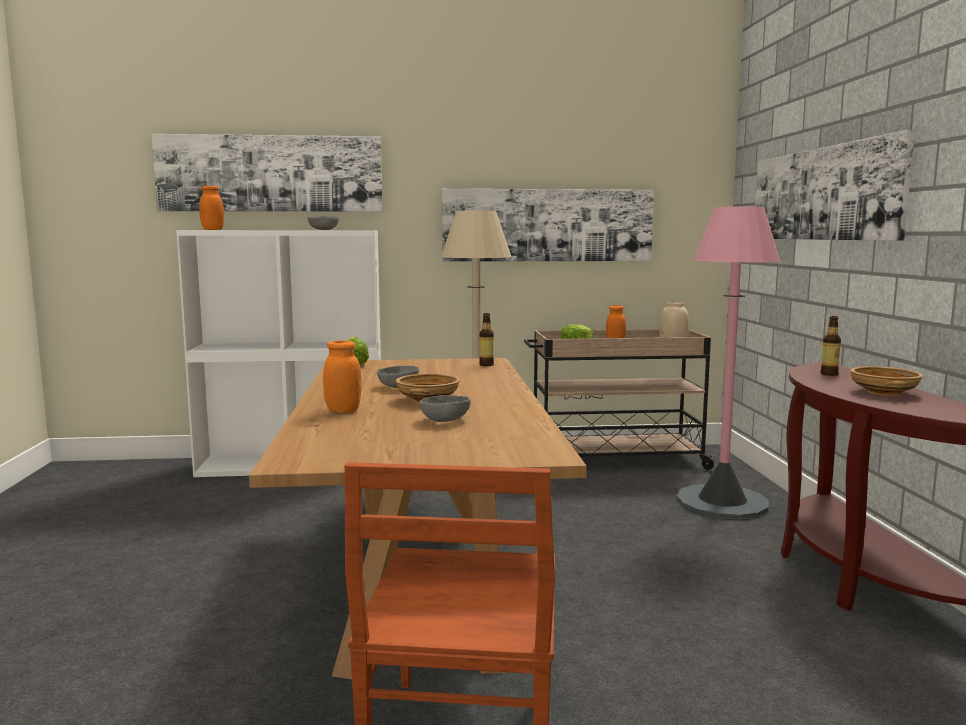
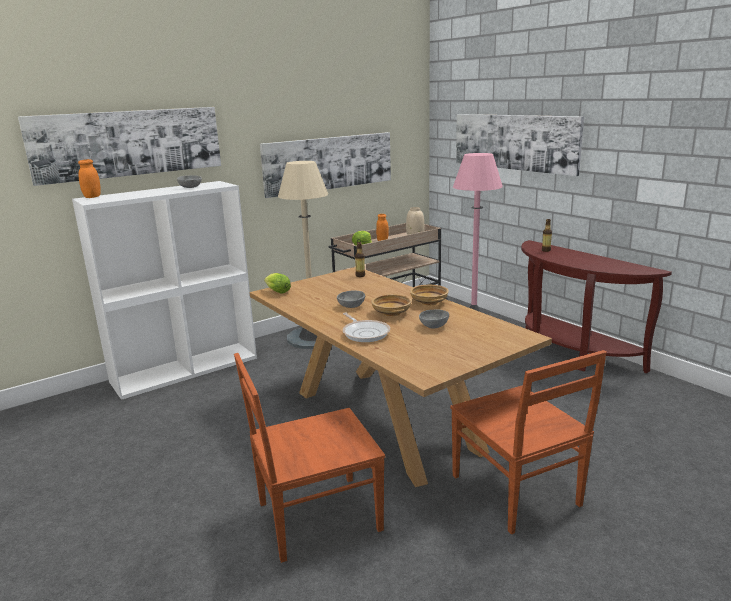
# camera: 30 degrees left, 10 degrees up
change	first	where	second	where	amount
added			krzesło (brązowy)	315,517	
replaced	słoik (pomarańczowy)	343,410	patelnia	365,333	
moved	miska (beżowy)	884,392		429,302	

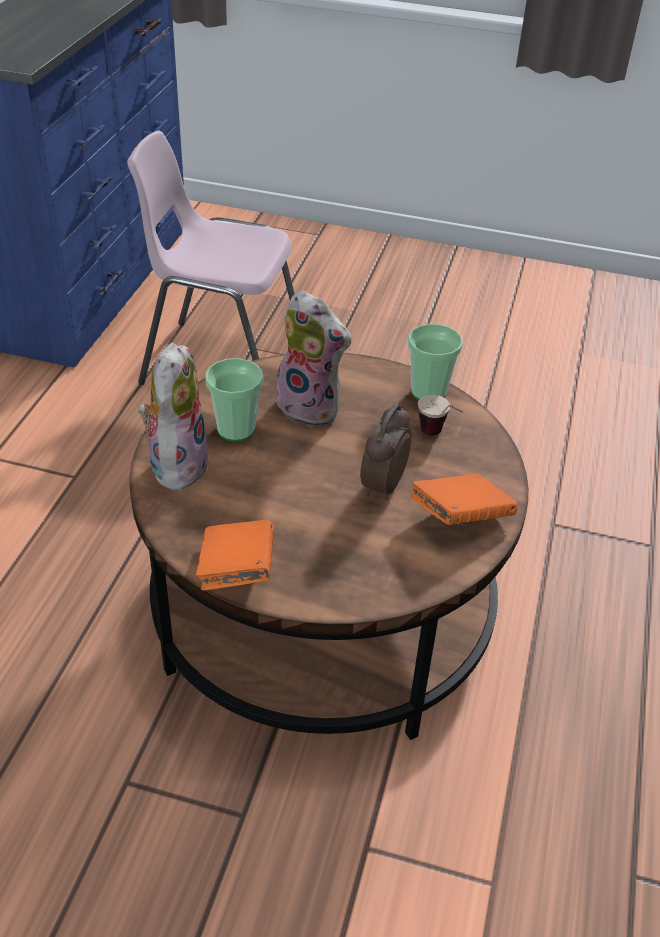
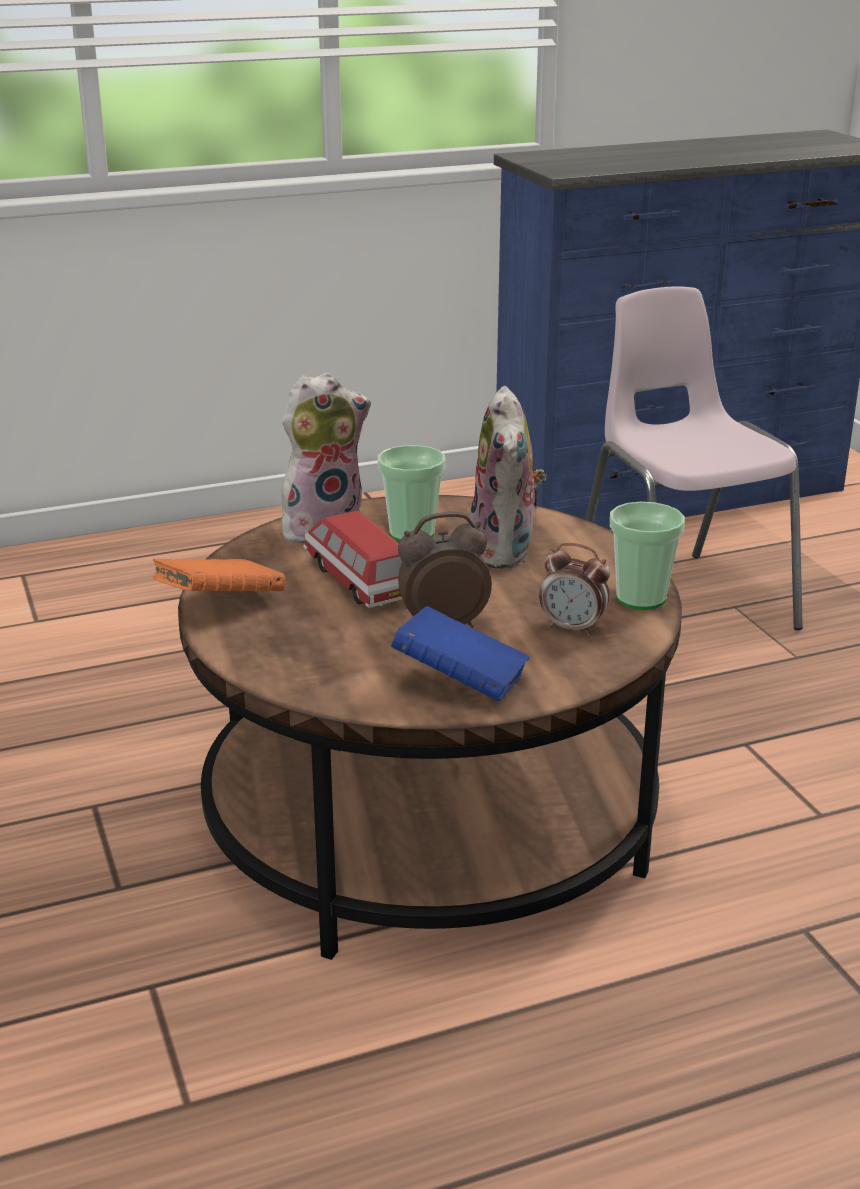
# camera: 55 degrees right, 15 degrees down
change	first	where	second	where	amount
added			samochodzik	361,581	
recoloured	książka (pomarańczowy)	460,517	książka (niebieski)	460,682	
replaced	filiżanka	438,437	budzik	573,628	

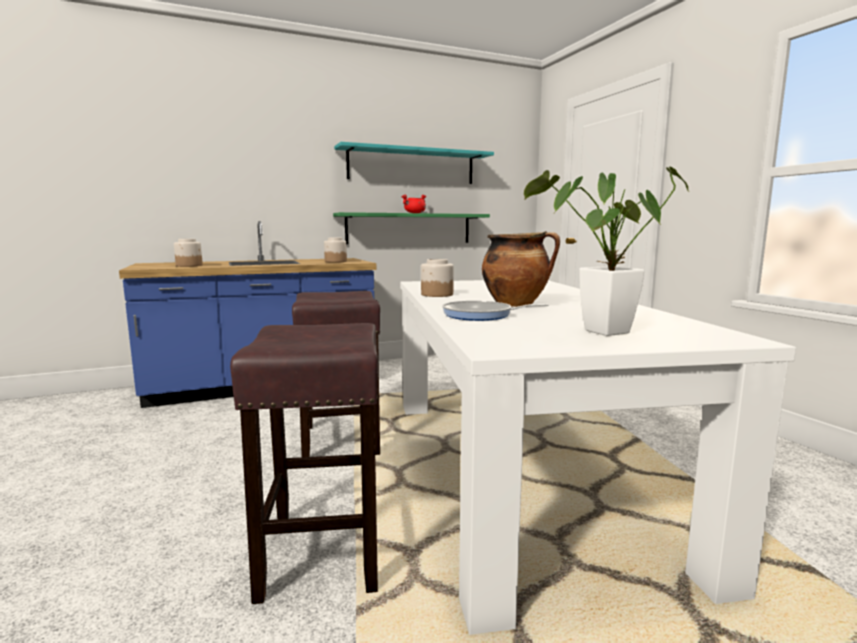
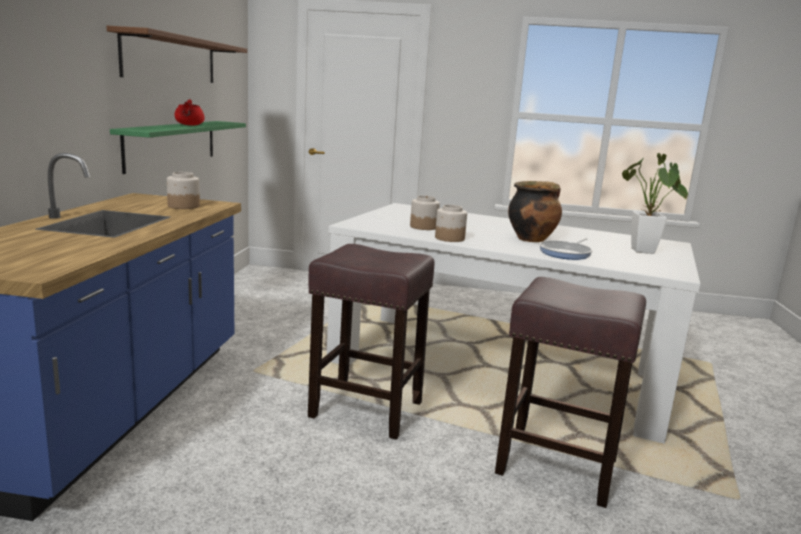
# camera: 60 degrees left, 5 degrees up
change	first	where	second	where	amount
recoloured	półka (turkusowy)	412,166	półka (brązowy)	171,59	
moved	słoik	189,265		423,227	

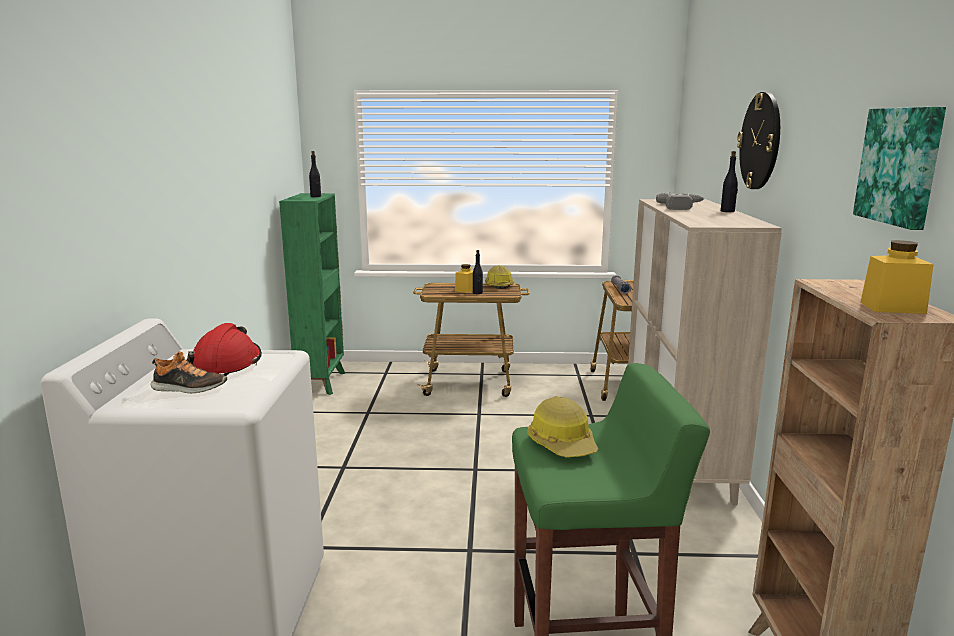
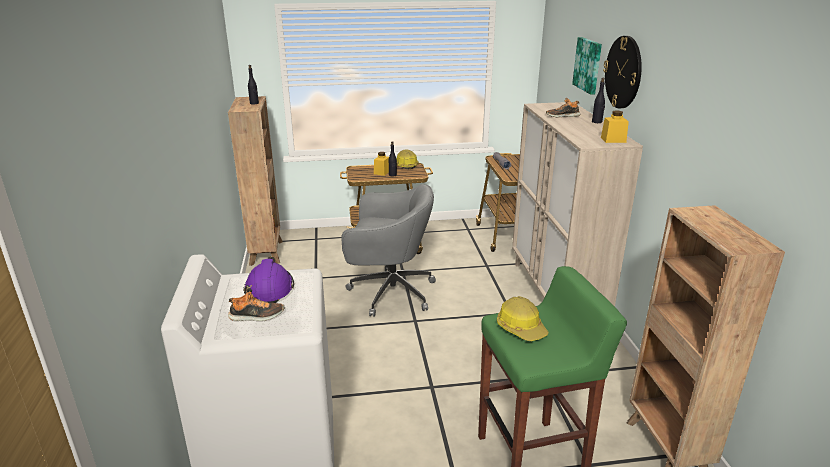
# camera: 10 degrees left, 10 degrees up
change	first	where	second	where	amount
recoloured	regał (zielony)	321,382	regał (brązowy)	266,252	
recoloured	kask (czerwony)	227,365	kask (fioletowy)	269,289	
added			krzesło biurowe (szary)	389,292	
replaced	wiertarka	683,207	but	562,116	
moved	obraz	901,166		588,65	
moved	słoik (żółty)	892,307		613,140	

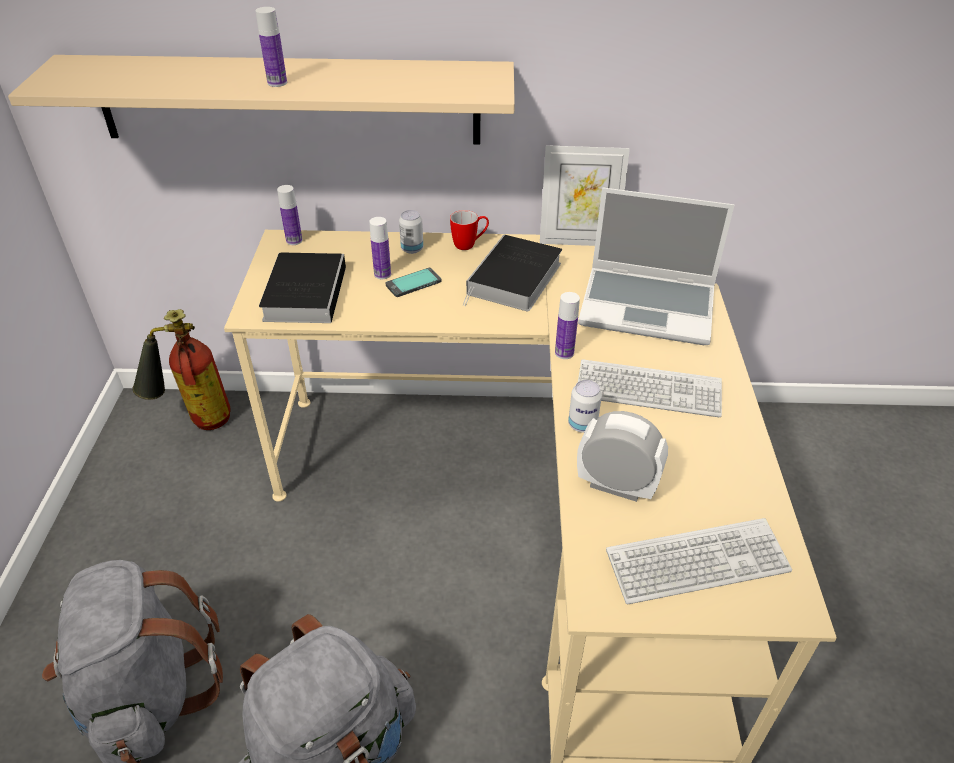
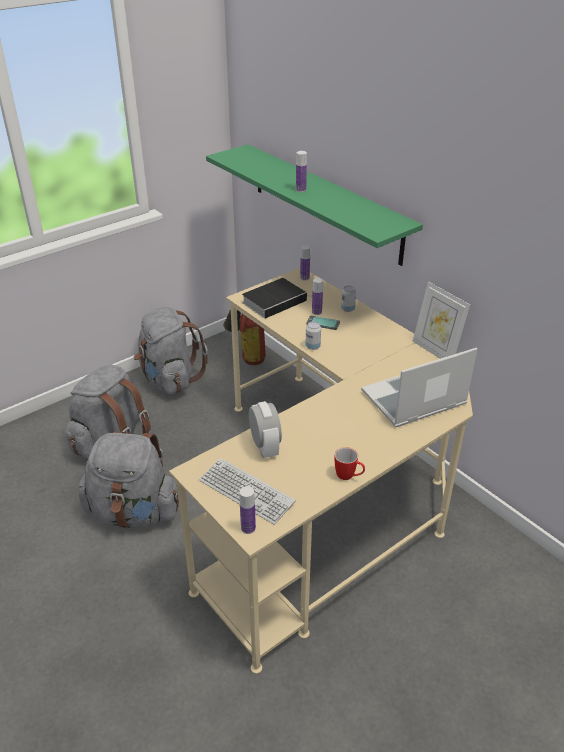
# camera: 50 degrees right, 5 degrees down
change	first	where	second	where	amount
added			plecak (szary)	170,379	
recoloured	półka (beżowy)	289,100	półka (zielony)	325,202	
moved	butelka	564,353		248,528	
moved	puszka	582,425		312,346	
moved	kubek	469,244		349,476	
turned	laptop	649,307		413,400	90 degrees clockwise
removed	książka	514,280			
removed	klawiatura	648,390			

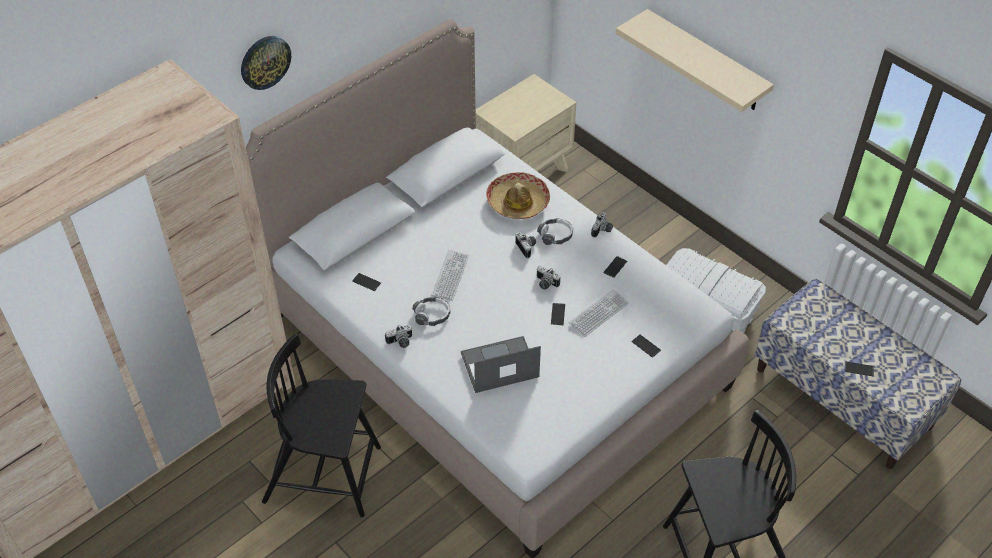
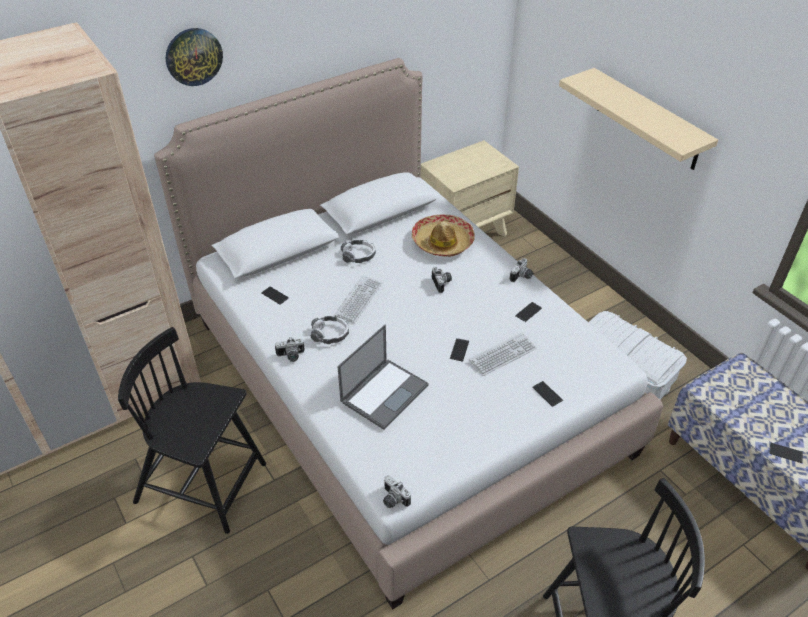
# camera: 10 degrees right, 5 degrees down
change	first	where	second	where	amount
turned	laptop	498,365		385,392	135 degrees clockwise
moved	słuchawki	555,235		358,255	
moved	aparat fotograficzny	545,284		392,499	

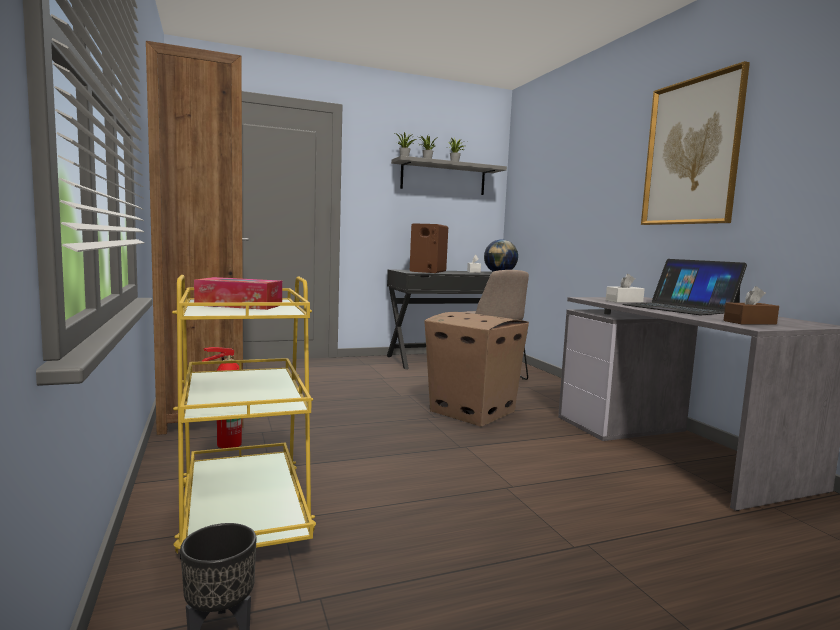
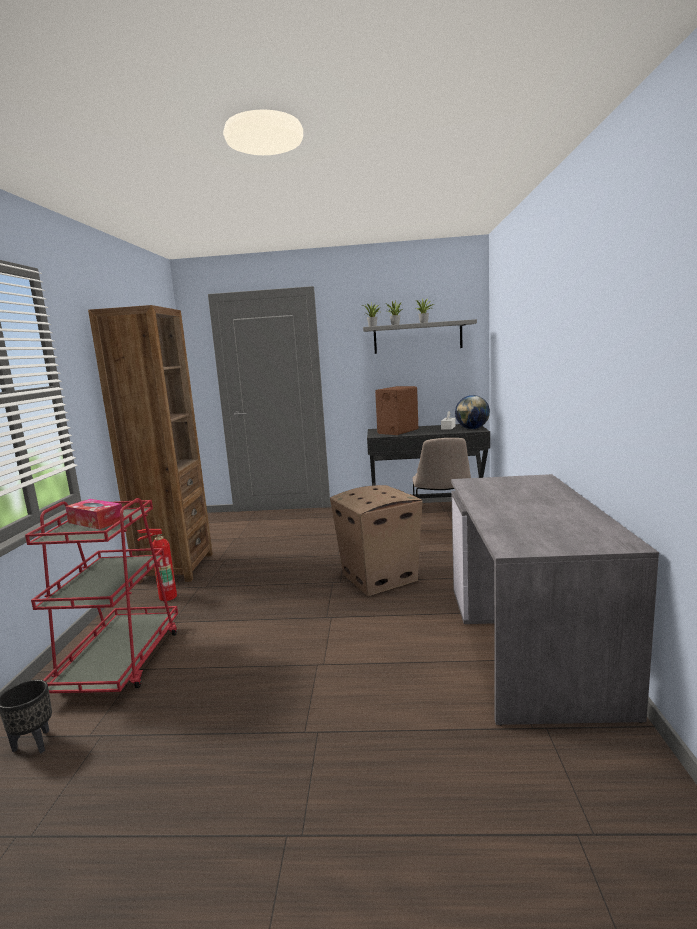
# camera: 25 degrees right, 5 degrees up
change	first	where	second	where	amount
recoloured	wózek (żółty)	244,516	wózek (czerwony)	120,662	
removed	pudełko chusteczek (biały)	624,301			
removed	laptop	680,308			
removed	obraz	691,152			
removed	pudełko chusteczek (brązowy)	749,322			

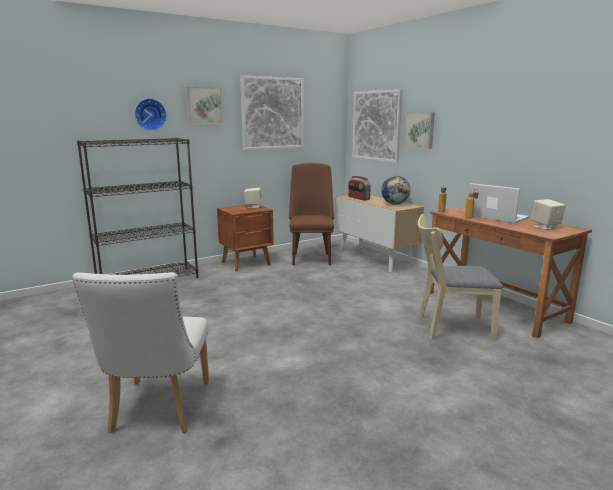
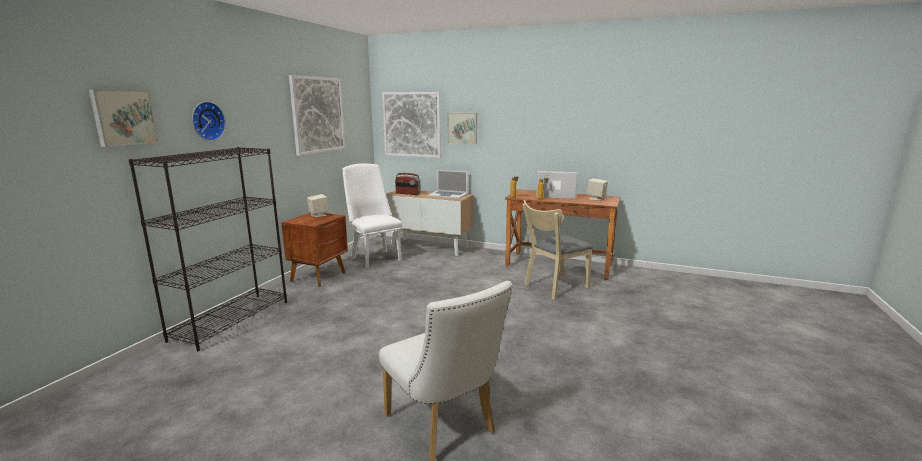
# camera: 35 degrees left, 0 degrees up
change	first	where	second	where	amount
moved	obraz	204,105		123,117	
recoloured	krzesło (brązowy)	311,258	krzesło (biały)	374,258	
replaced	globus	395,204	laptop	448,195	

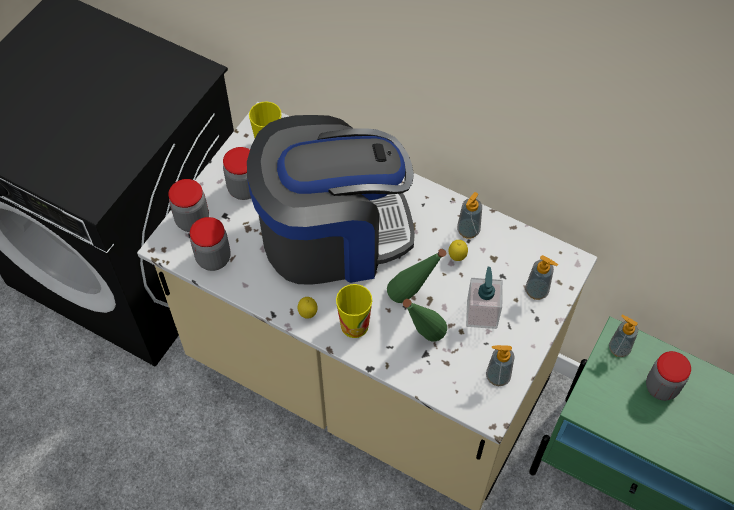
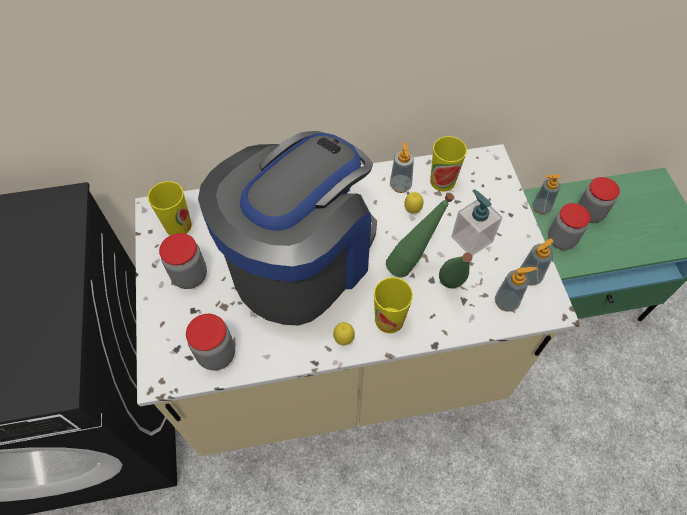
# camera: 40 degrees left, 0 degrees up
change	first	where	second	where	amount
added			filiżanka	442,181	
moved	dozownik mydła	536,291		506,302	
moved	słoik	192,220		561,239	

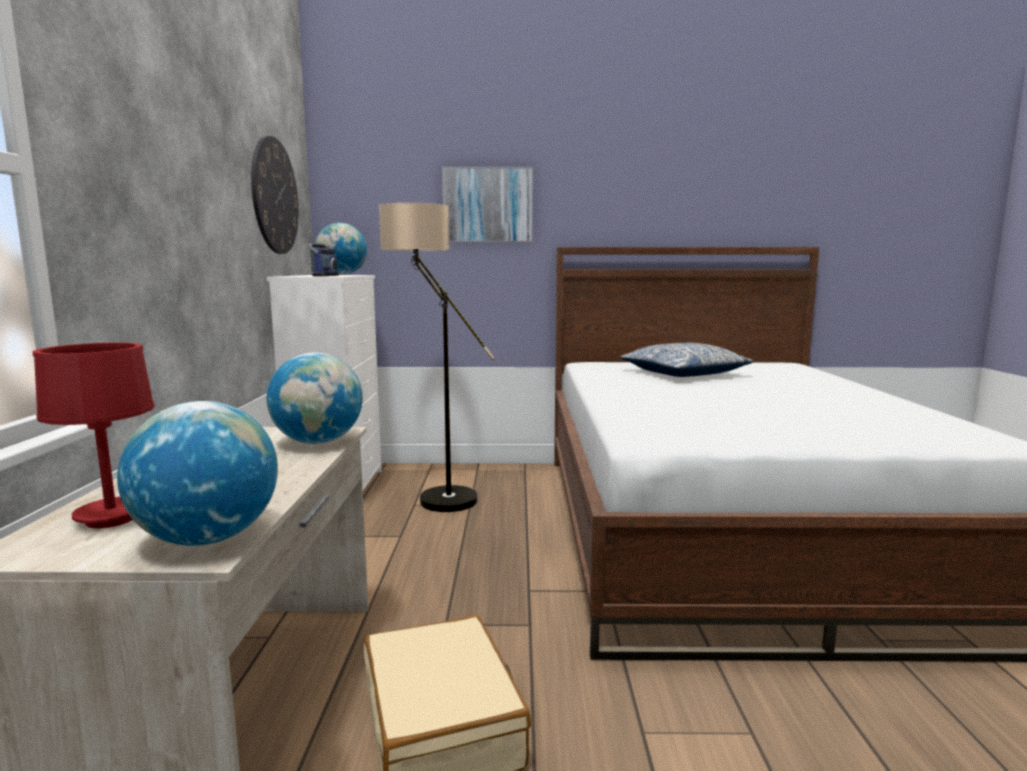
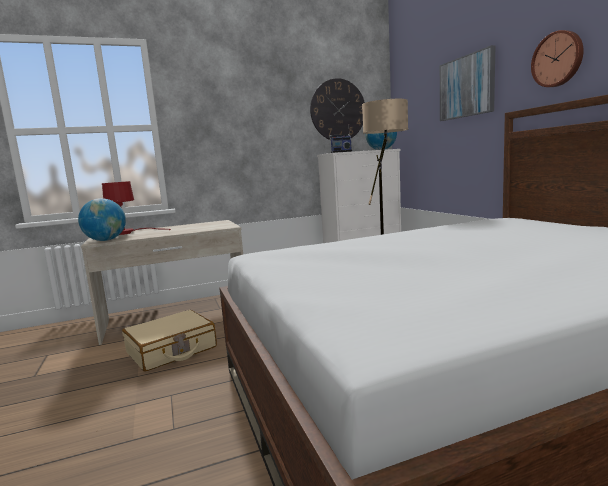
# camera: 70 degrees right, 0 degrees up
change	first	where	second	where	amount
added			zegar ścienny	558,59	
removed	globus	318,442			
removed	poduszka	683,373			

